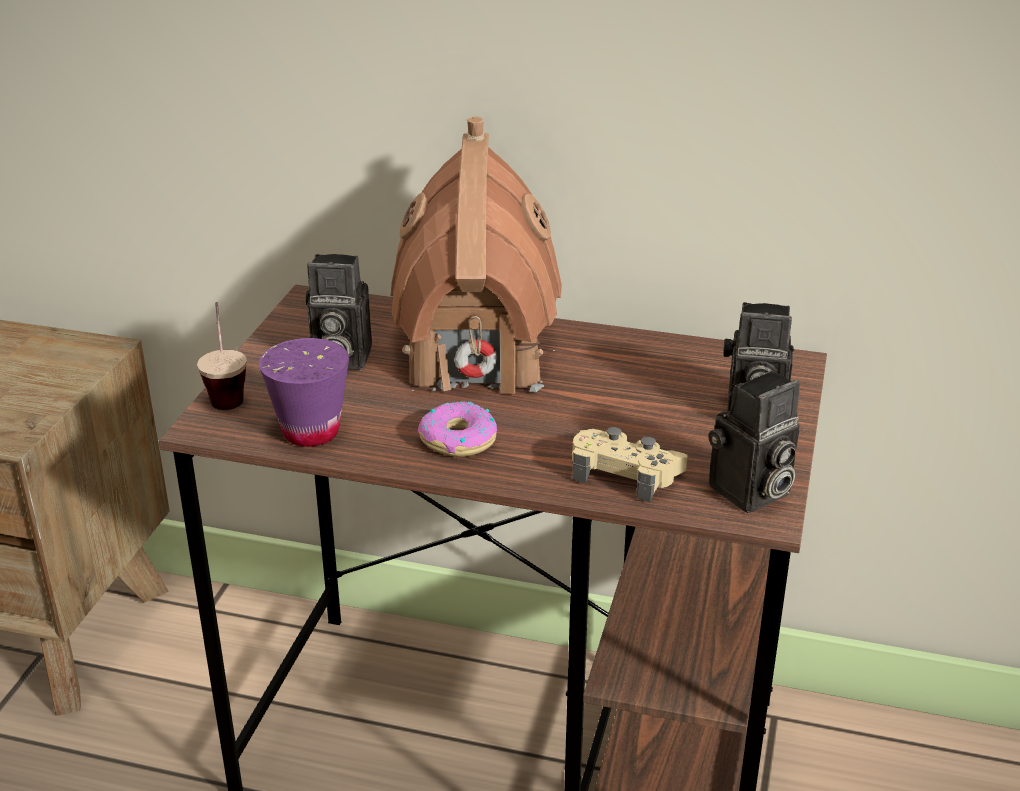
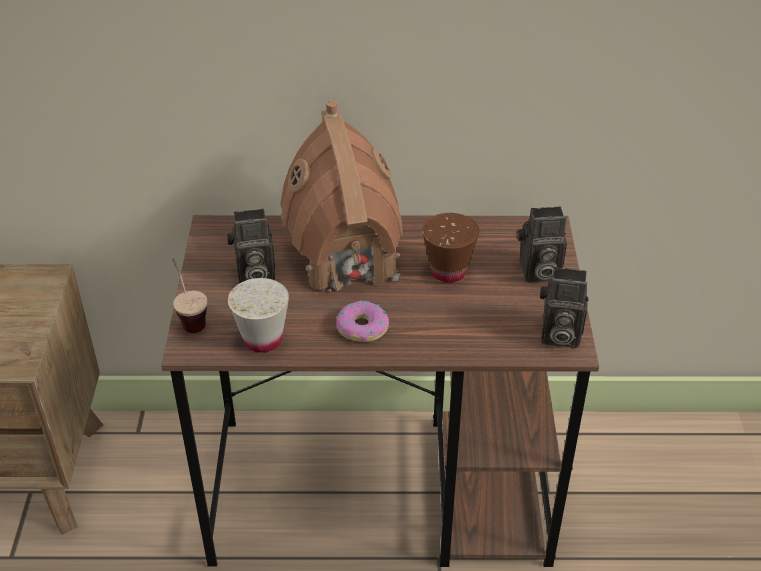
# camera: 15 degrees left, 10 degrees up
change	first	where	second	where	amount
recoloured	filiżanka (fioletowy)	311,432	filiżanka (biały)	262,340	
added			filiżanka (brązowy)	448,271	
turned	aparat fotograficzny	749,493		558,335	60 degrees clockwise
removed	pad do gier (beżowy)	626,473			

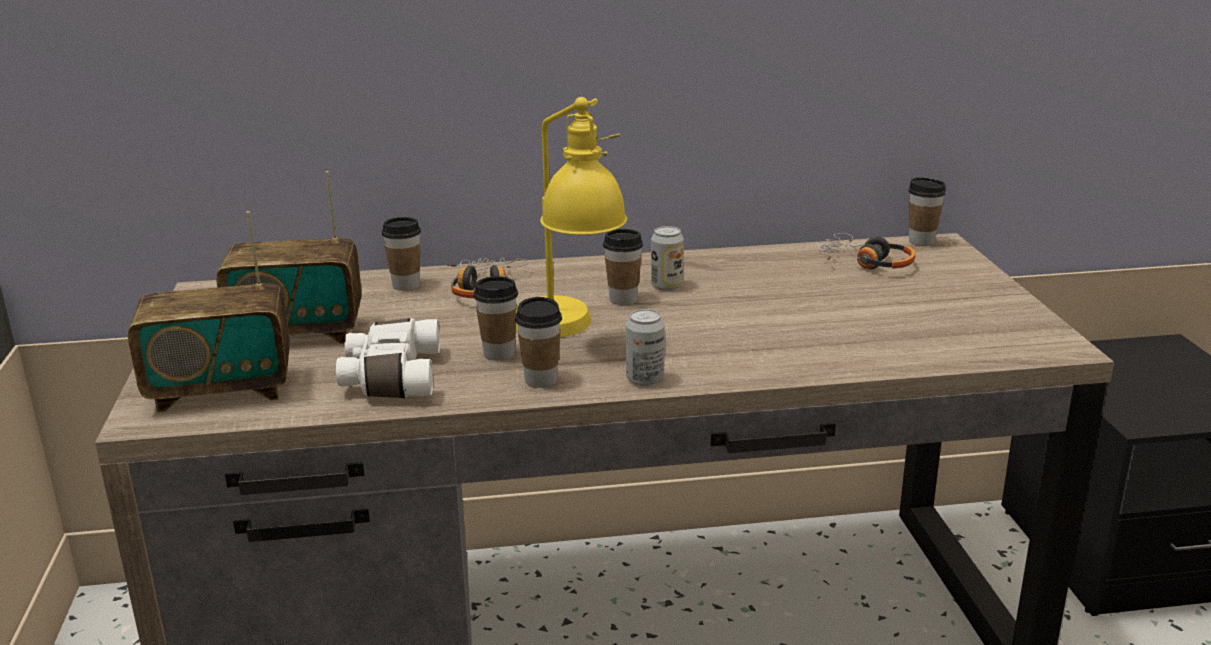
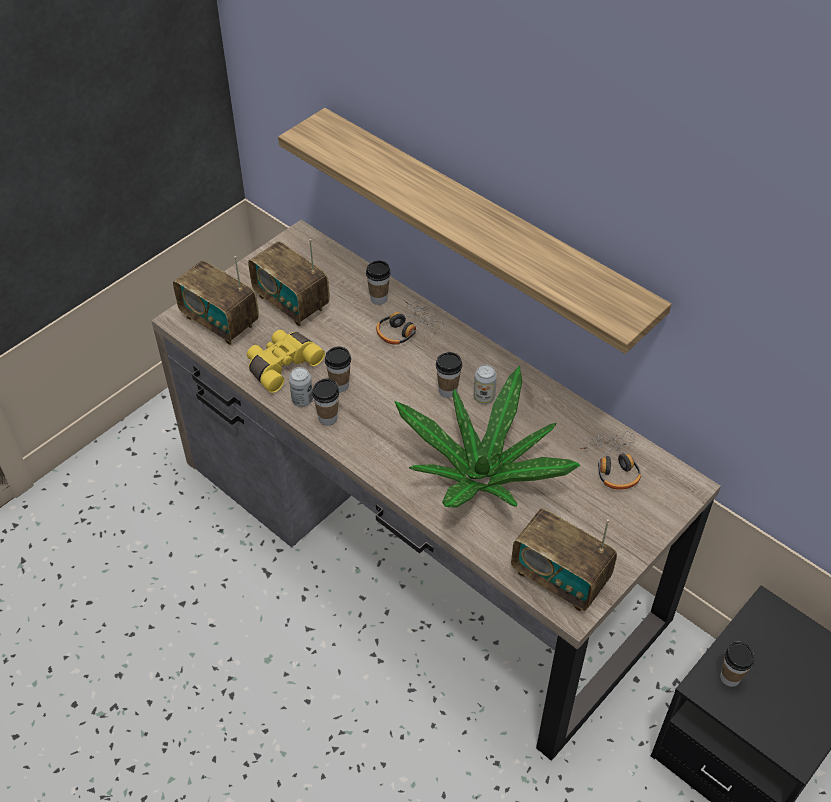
# camera: 50 degrees right, 25 degrees up
change	first	where	second	where	amount
recoloured	lornetka (biały)	389,377	lornetka (żółty)	281,365	
added			półka	481,228	
moved	puszka	645,379		302,400	
added			roślina doniczkowa	482,475	
added			radio	559,578	
moved	filiżanka	921,241		730,677	
removed	lampa stołowa (żółty)	570,333			

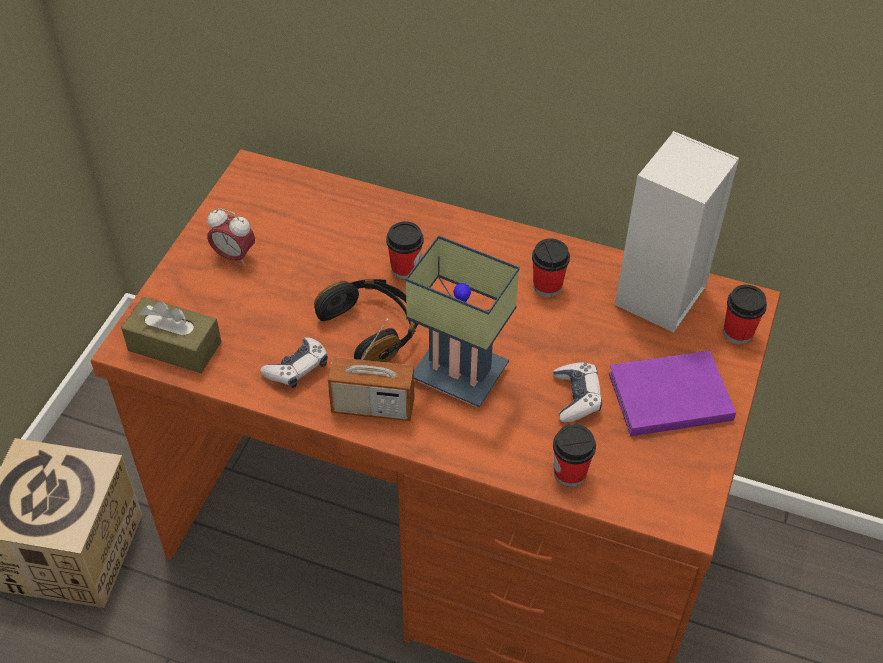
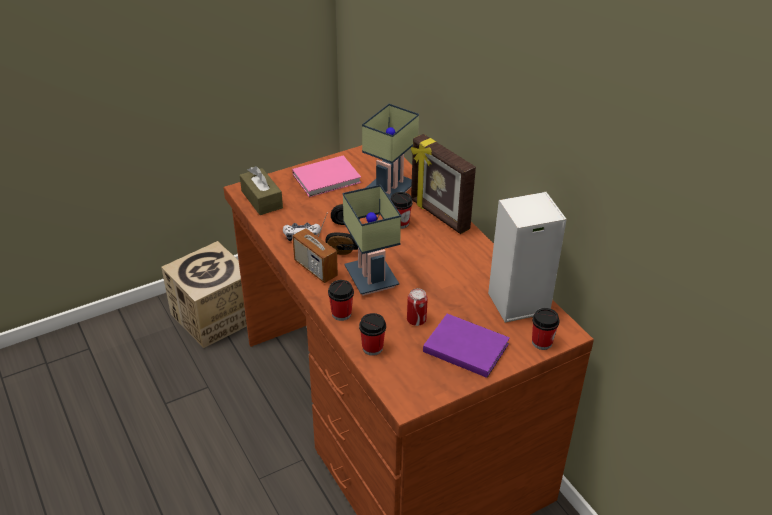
# camera: 40 degrees right, 10 degrees down
change	first	where	second	where	amount
replaced	budzik	234,256	książka (różowy)	328,178	
moved	filiżanka	547,286		341,314	
added			lampa stołowa	388,188	
replaced	pad do gier	576,397	puszka	416,320	
added			ramka na zdjęcie	438,215	

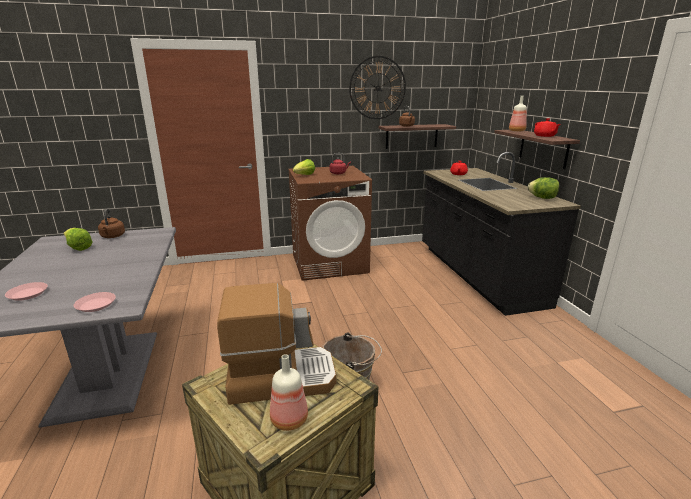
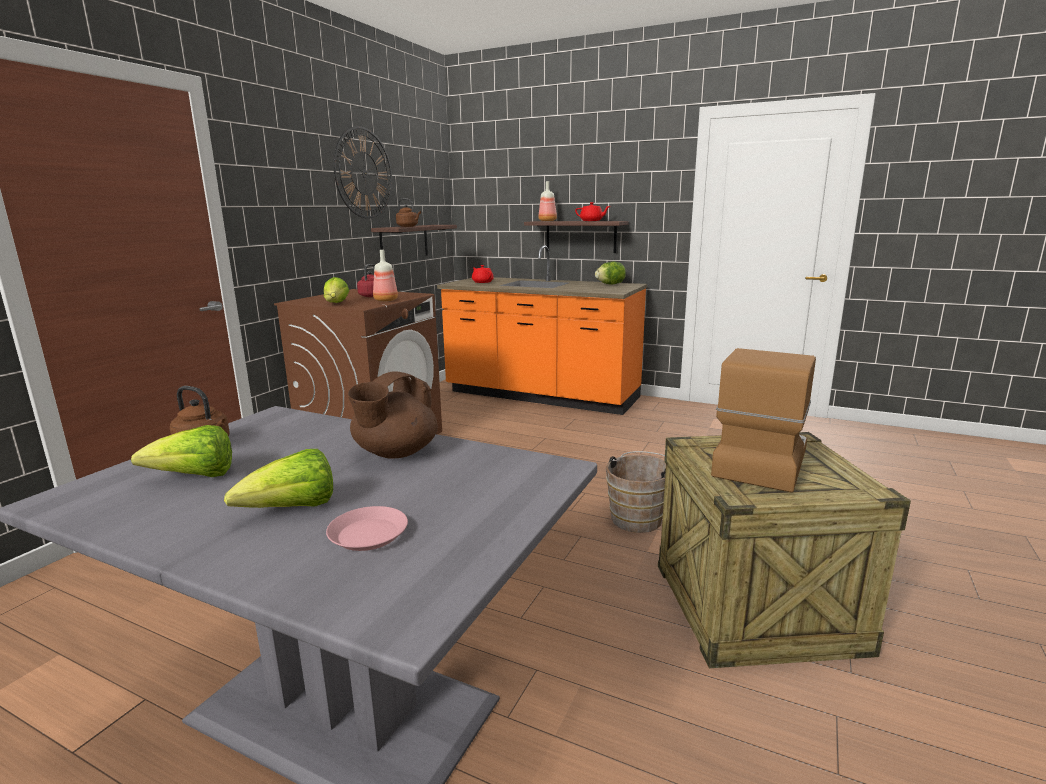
# camera: 50 degrees left, 5 degrees down
change	first	where	second	where	amount
added			sałata	292,510	
added			imbryk (brązowy)	395,453	
moved	butelka	288,419		385,300	
recoloured	zabudowa kuchenna (czarny)	477,275	zabudowa kuchenna (pomarańczowy)	541,396	
removed	talerz (różowy)	96,305			

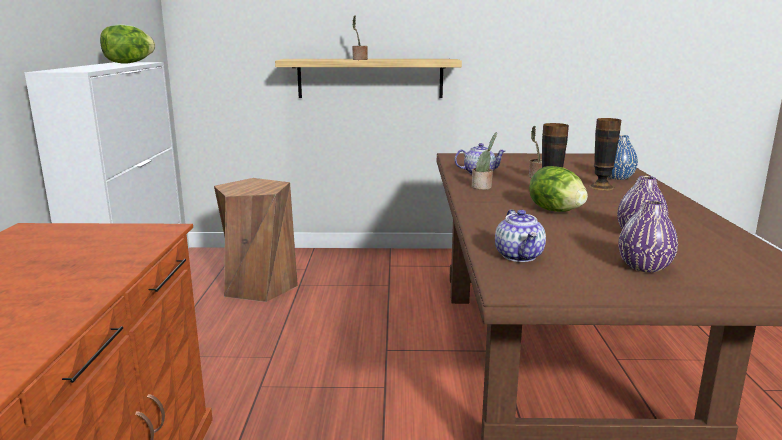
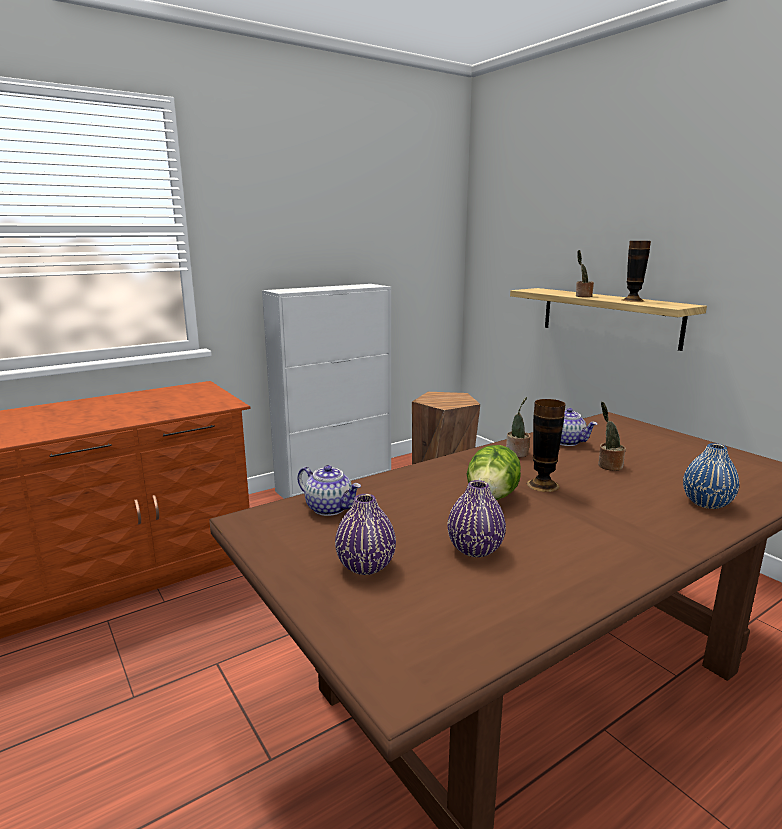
# camera: 55 degrees right, 0 degrees up
change	first	where	second	where	amount
turned	imbryk	519,256		330,508	105 degrees counterclockwise
moved	wazon	601,187		632,300	
removed	sałata	129,63			

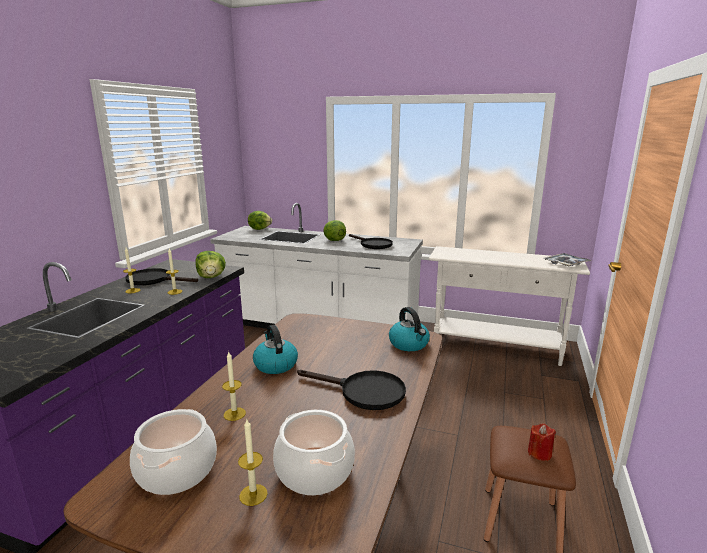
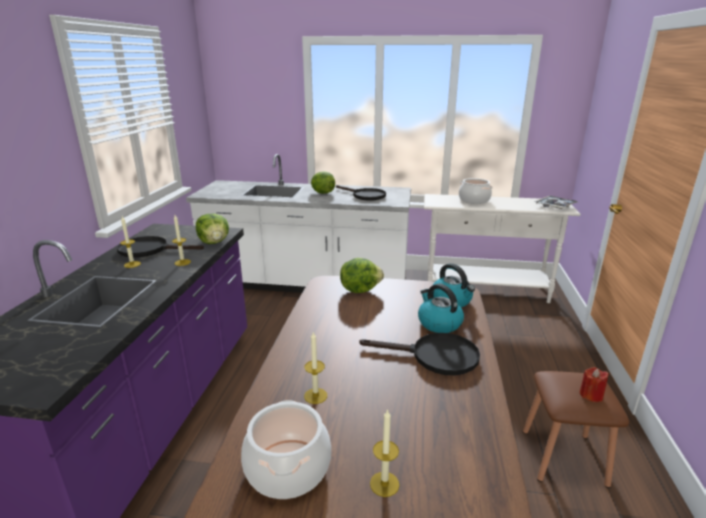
# camera: 10 degrees left, 5 degrees up
change	first	where	second	where	amount
moved	sałata	260,229		360,289	
moved	czajnik	275,364		438,323	
moved	garnek	314,471		473,200	

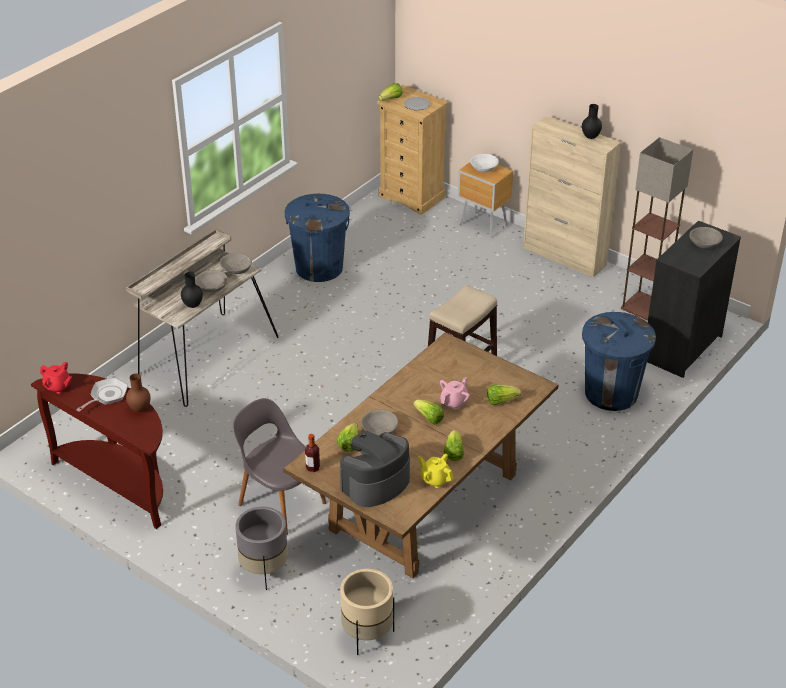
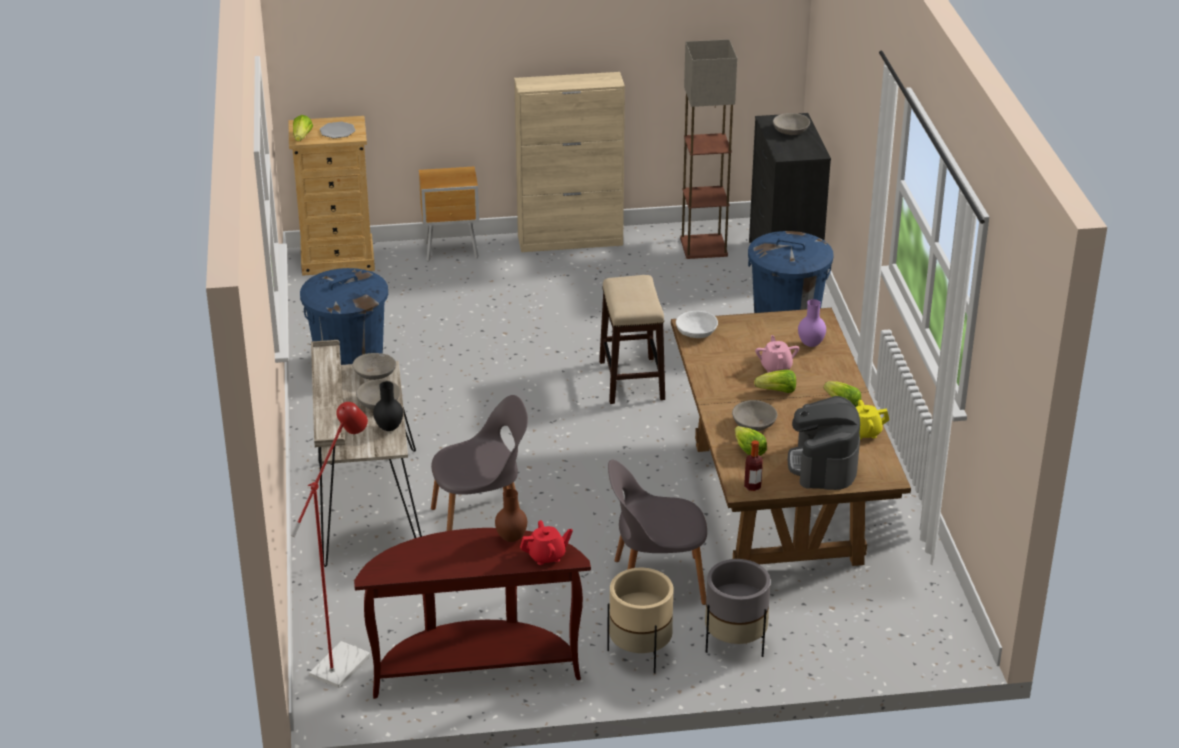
# camera: 45 degrees left, 5 degrees down
change	first	where	second	where	amount
added			lampa stojąca (czerwony)	346,659	
added			krzesło (szary)	481,522	
moved	imbryk (czerwony)	58,386		546,556	
moved	donica (beżowy)	367,634		640,653	
moved	miska (biały)	484,168		696,332	
replaced	sałata	501,400	wazon (fioletowy)	810,344	
removed	patelnia	107,396			
removed	wazon (czarny)	590,137			

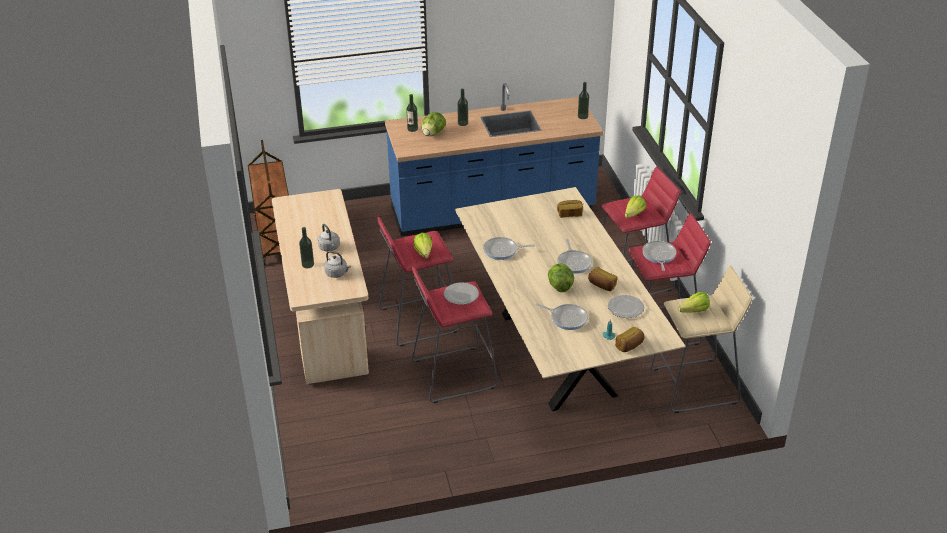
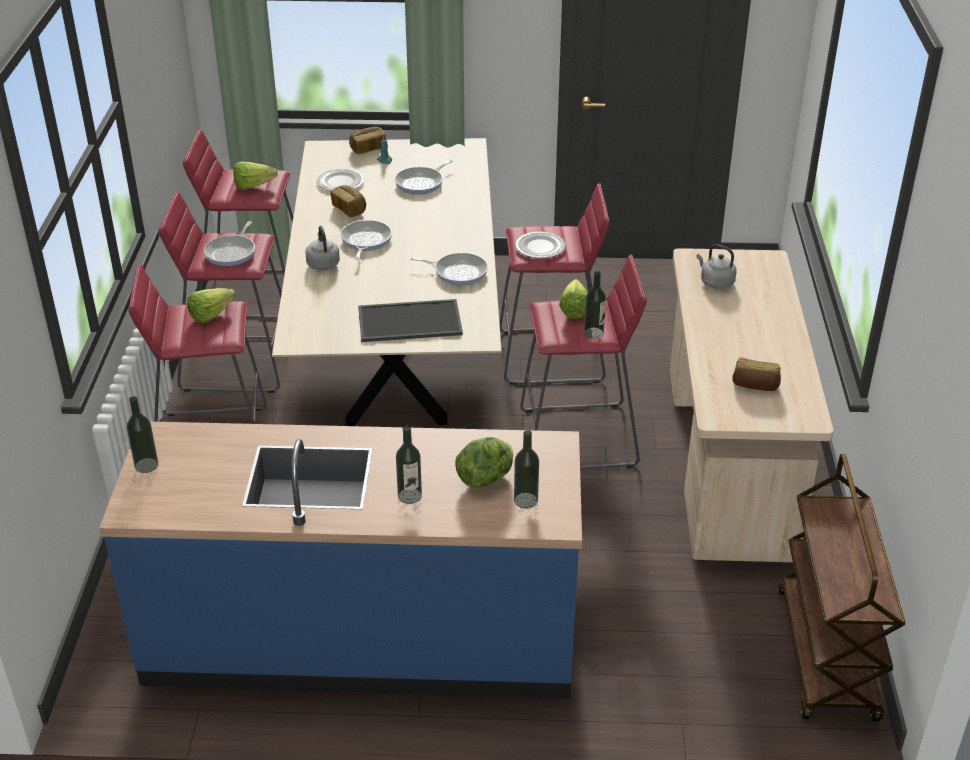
# camera: 165 degrees left, 0 degrees up
change	first	where	second	where	amount
recoloured	stołek (beżowy)	695,386	stołek (czerwony)	253,293	
moved	czajnik (szary)	329,248		323,263	
added			taca	408,322	
turned	patelnia	567,318		421,183	90 degrees counterclockwise
moved	butelka	308,264		593,333	
moved	chleb	569,214		755,385	
removed	sałata	559,286			

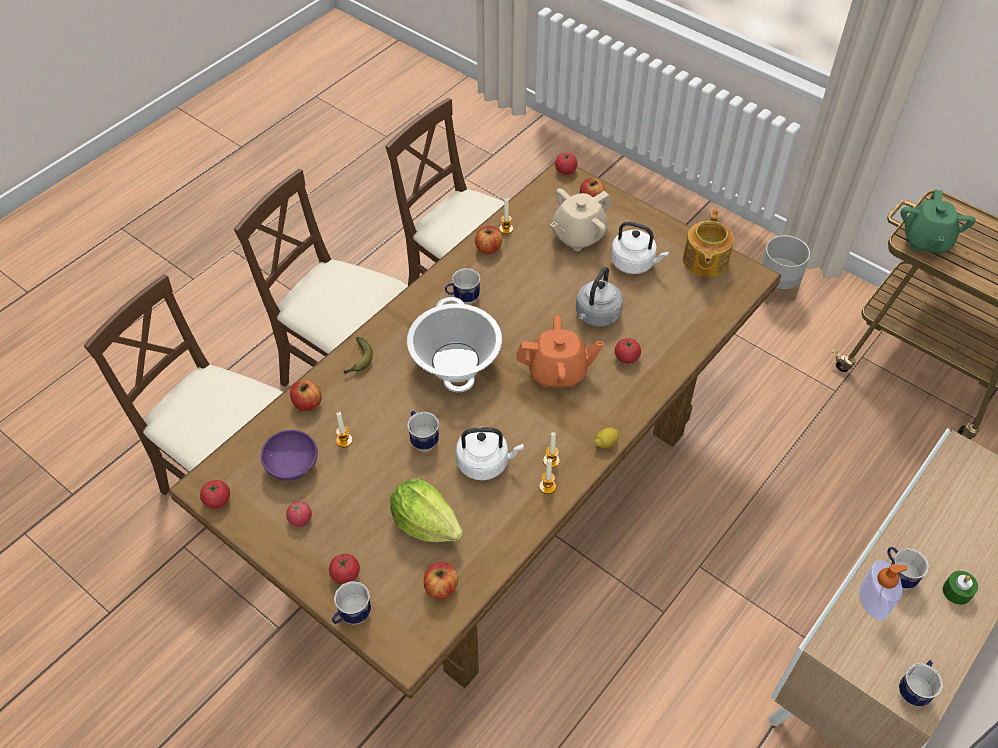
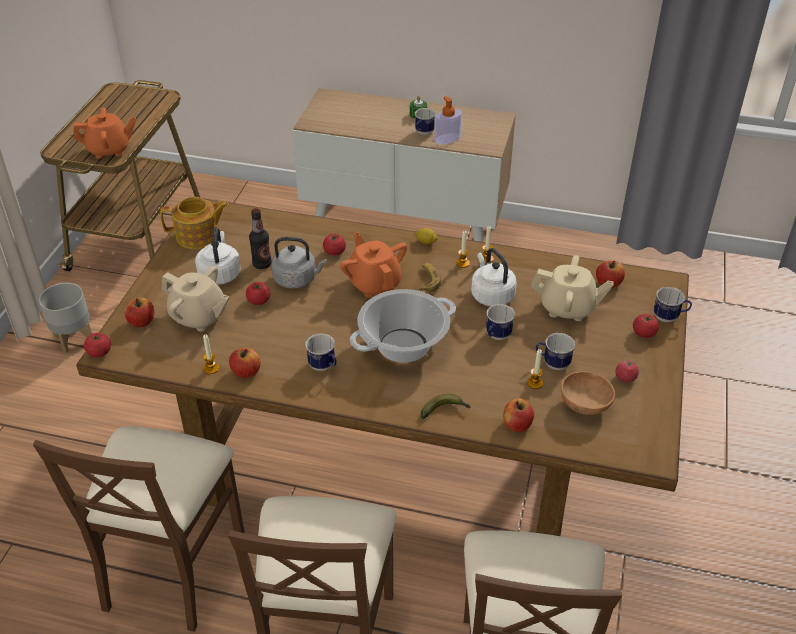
# camera: 115 degrees left, 10 degrees down
change	first	where	second	where	amount
recoloured	imbryk (zielony)	926,241	imbryk (pomarańczowy)	109,150	
moved	pomidor	217,500		259,301	
added			butelka	262,264	
added			banan	428,280	
replaced	sałata	425,523	imbryk (beżowy)	568,308	
moved	kubek	914,689		552,363	
recoloured	miska (fioletowy)	292,467	miska (brązowy)	586,405	

